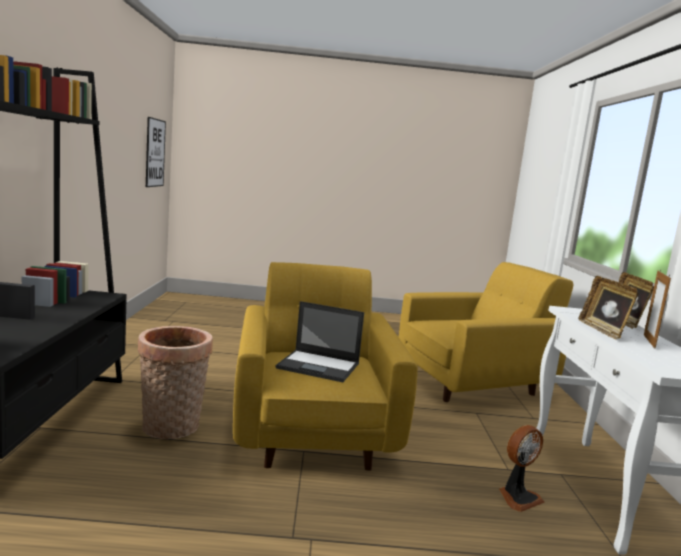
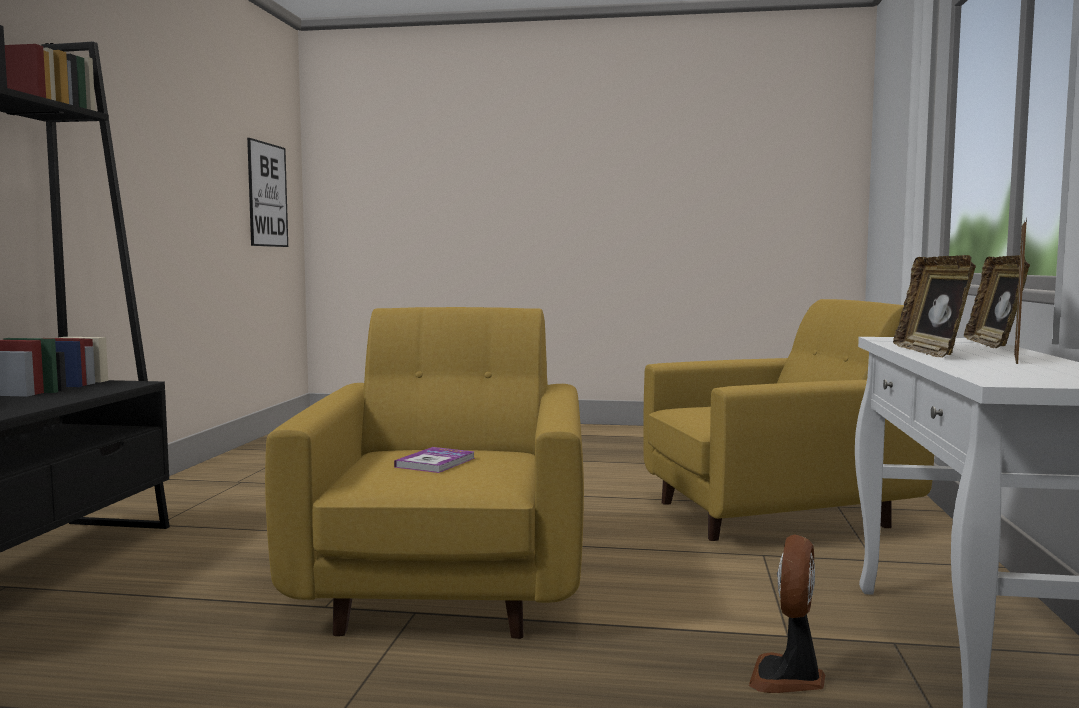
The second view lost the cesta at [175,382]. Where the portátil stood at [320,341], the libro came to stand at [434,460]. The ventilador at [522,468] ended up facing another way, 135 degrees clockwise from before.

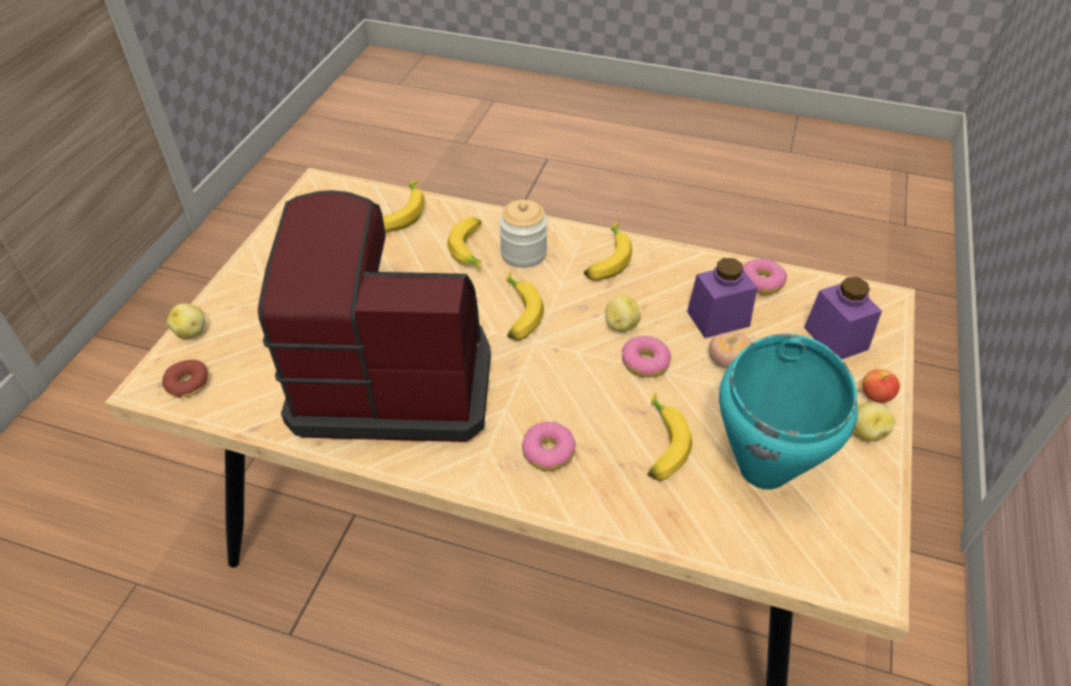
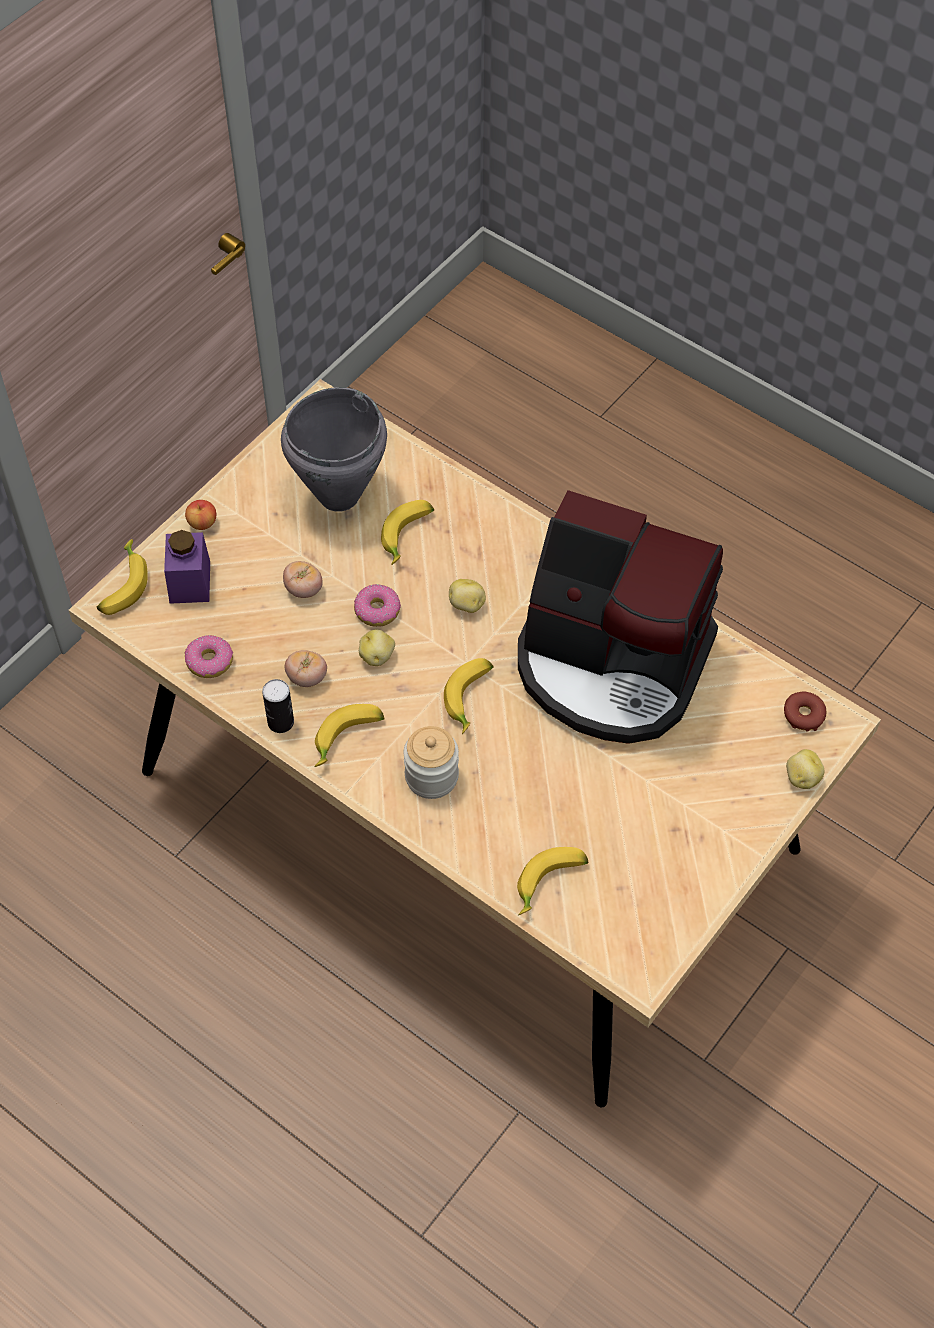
The plátano ended up elsewhere, having gone from [464,243] to [122,577]. The second view lost the rosquilla at [549,446]. The second view lost the tarro/morado at [722,298]. What was the olla/turquesa at [788,411] turned into the olla/gris at [334,449]. The patata ended up elsewhere, having gone from [874,421] to [467,596]. The second view gained the lata at [278,706]. The second view gained the tomate at [305,668].

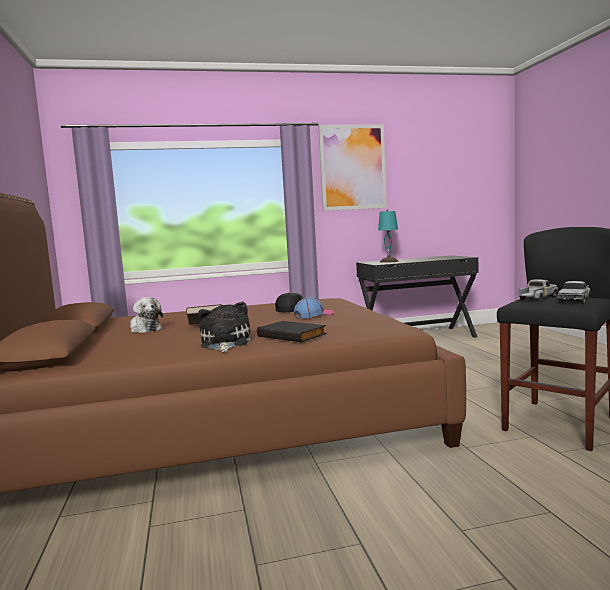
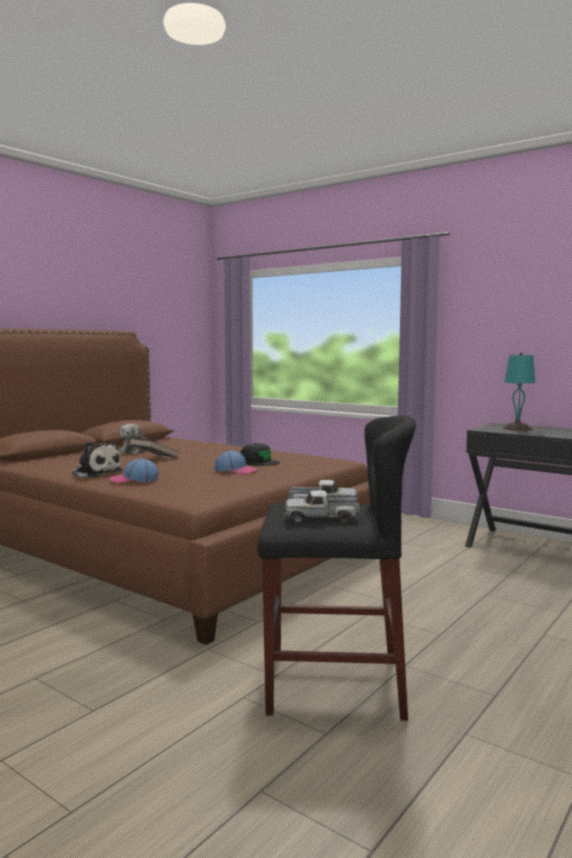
The peluche at [224,327] ended up facing another way, 75 degrees clockwise from before. Where the libro/negro stood at [291,331], the gorra came to stand at [134,470]. The second view lost the cuadro at [352,167].

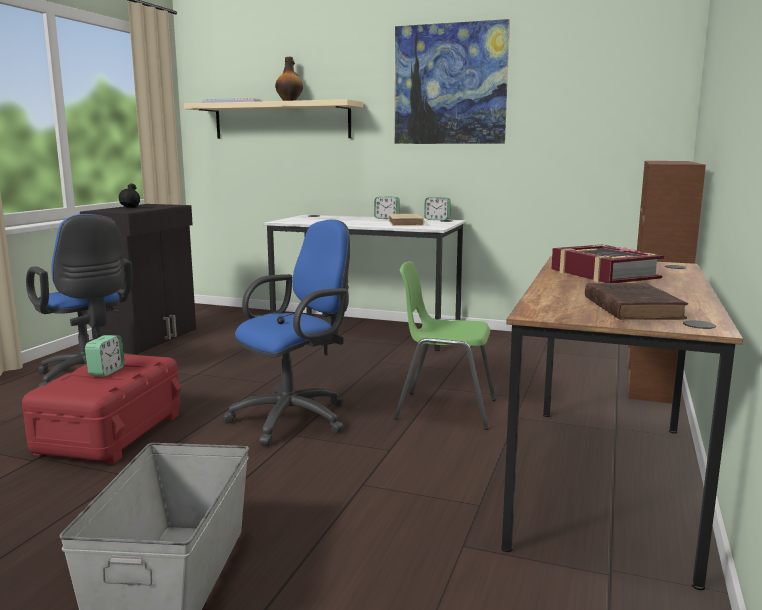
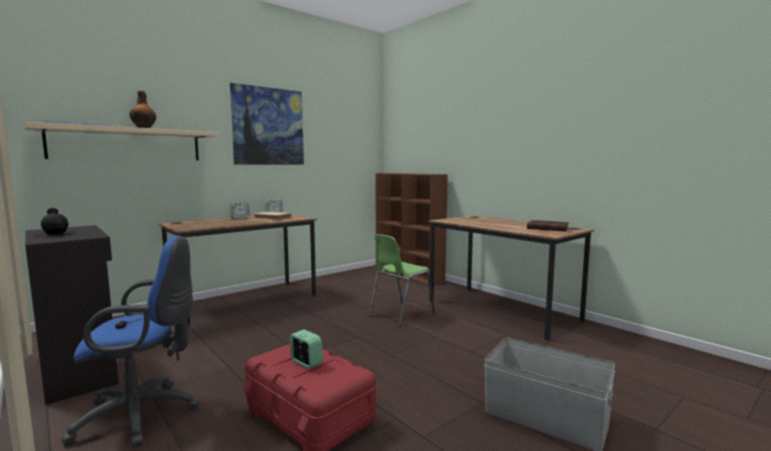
The second view lost the silla de oficina/azul at [286,333]. What was the escritorio/blanco at [364,282] turned into the escritorio/marrón at [238,270]. The second view lost the libro at [607,263].

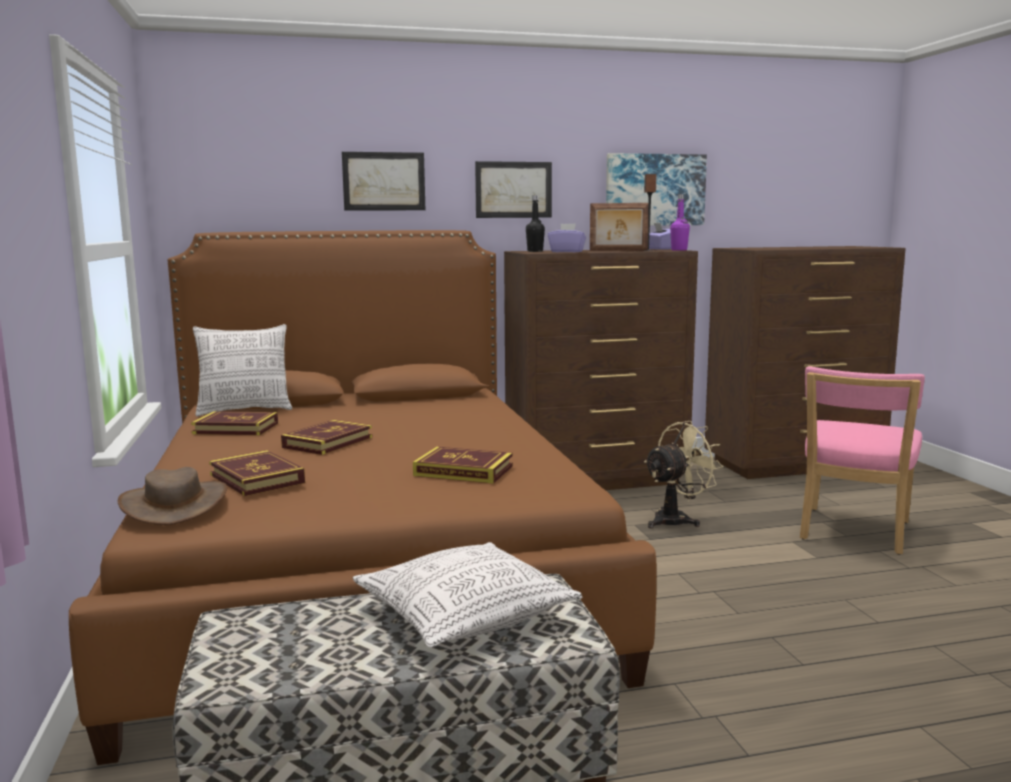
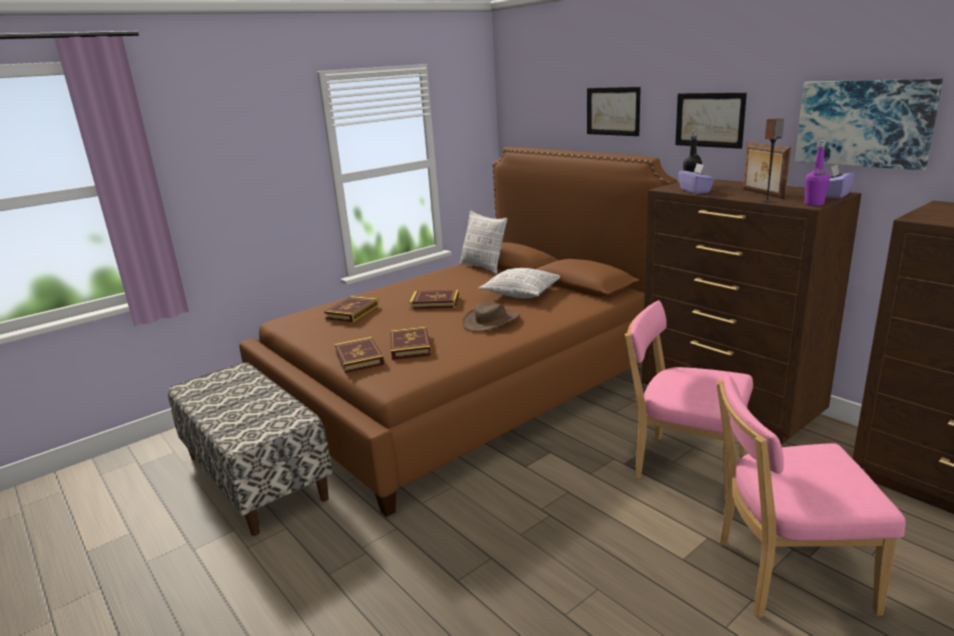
The sombrero/marrón ended up elsewhere, having gone from [172,496] to [491,317]. The libro ended up elsewhere, having gone from [234,423] to [359,355]. The cojín ended up elsewhere, having gone from [467,595] to [519,283]. Where the ventilador/beis stood at [684,474], the silla/rosa came to stand at [689,401].

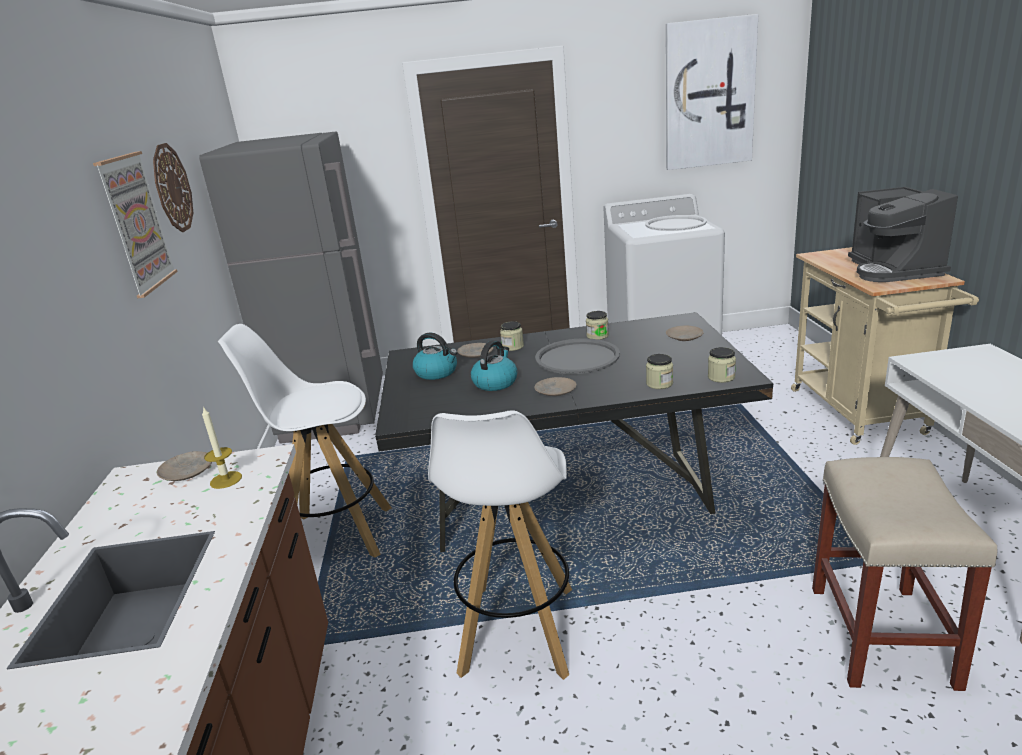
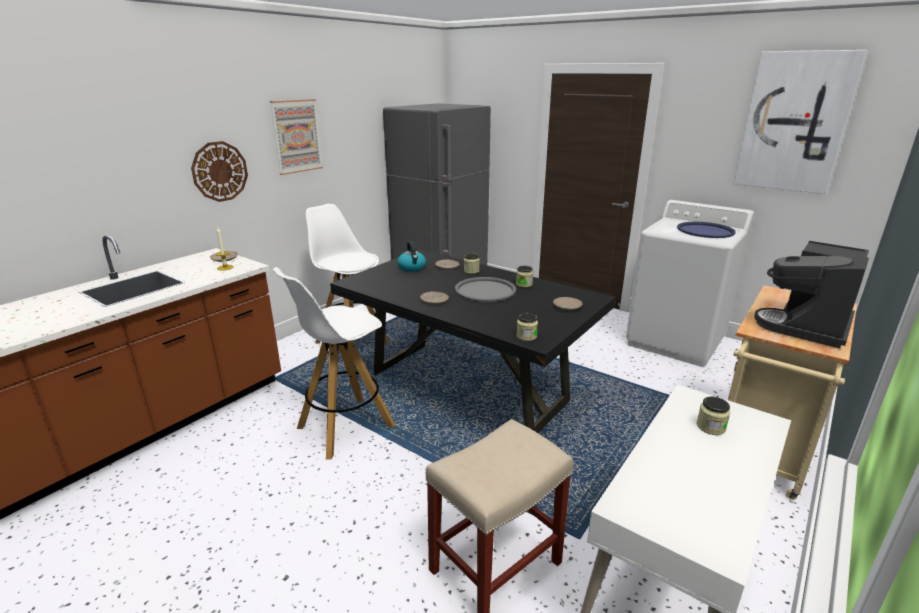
The reloj de pared ended up elsewhere, having gone from [173,187] to [219,171]. The second view lost the hervidor at [494,365]. What was the bandeja/blanco at [676,223] turned into the bandeja/azul at [706,230]. The tarro ended up elsewhere, having gone from [659,371] to [713,415].

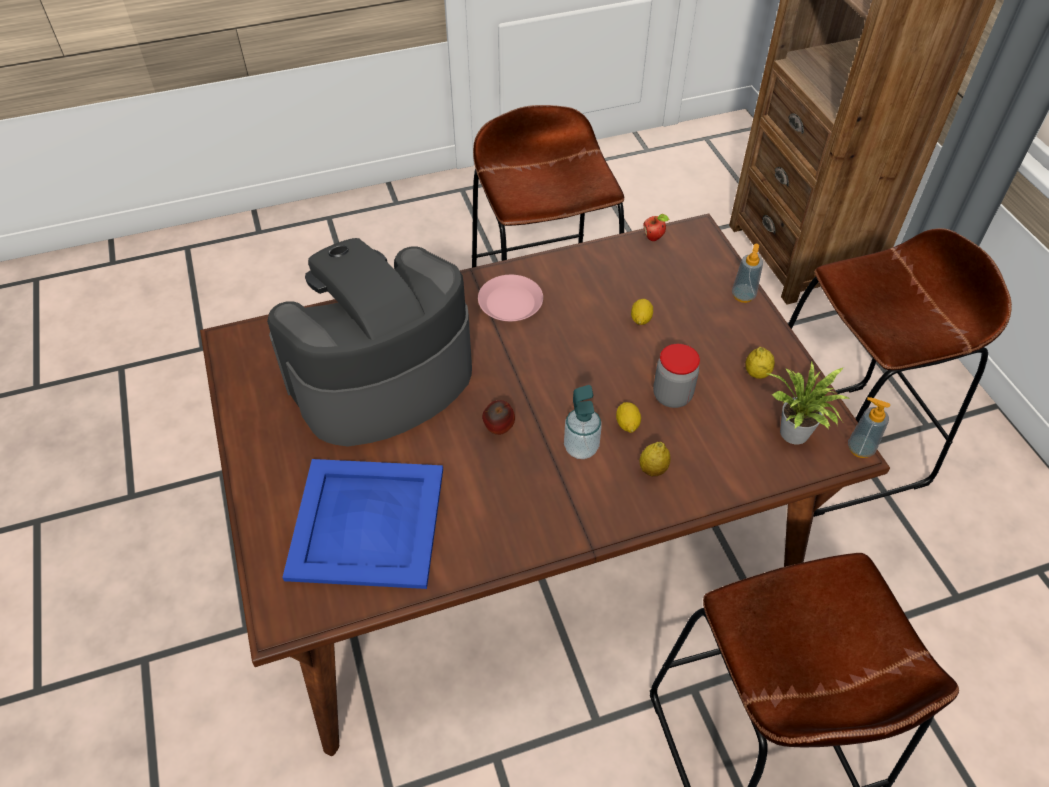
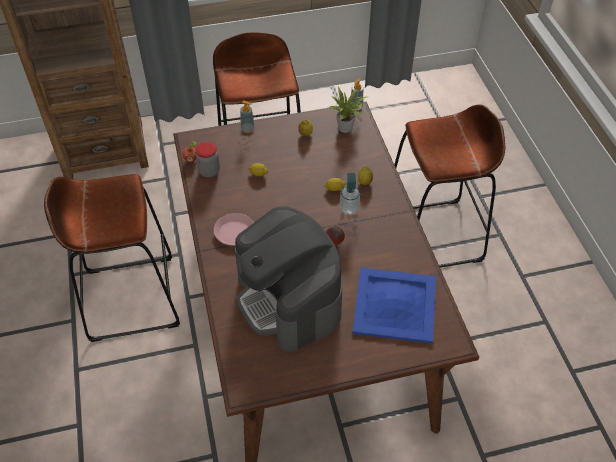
The tarro ended up elsewhere, having gone from [676,376] to [207,159].

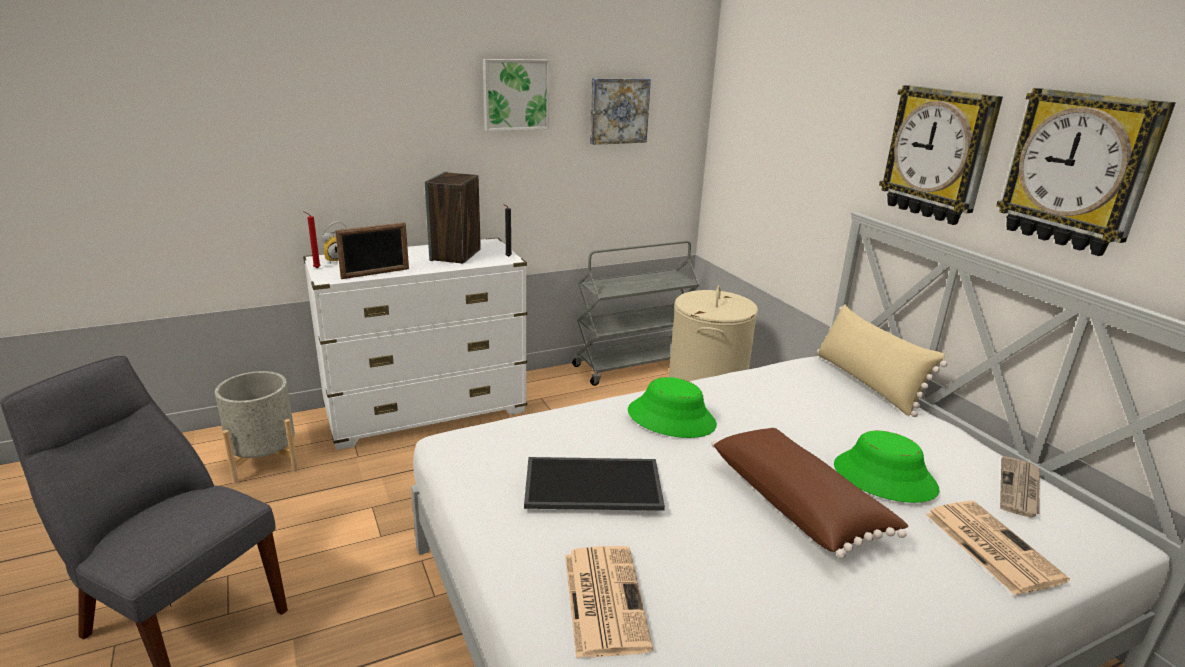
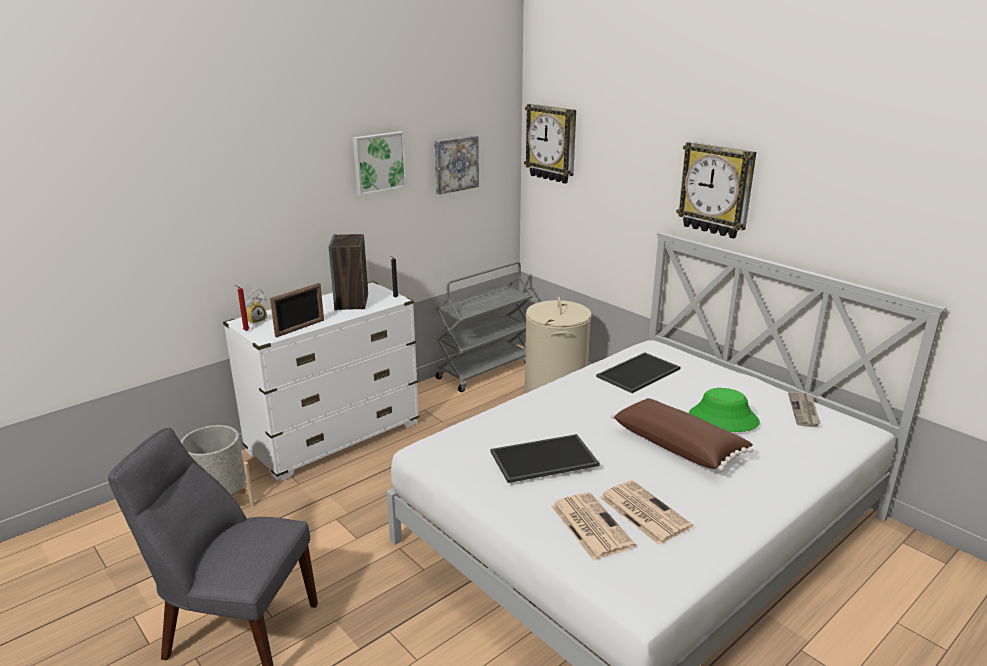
The second view lost the sombrero/verde at [672,407]. The second view lost the cojín/beis at [882,360]. The periódico ended up elsewhere, having gone from [998,548] to [646,512]. The reloj de pared ended up elsewhere, having gone from [1086,172] to [550,144]. The second view gained the bandeja at [638,372].

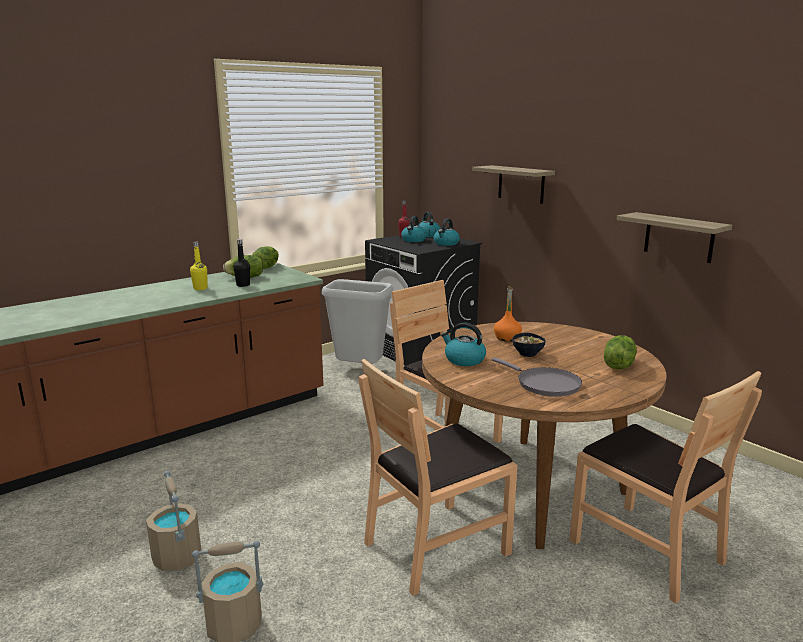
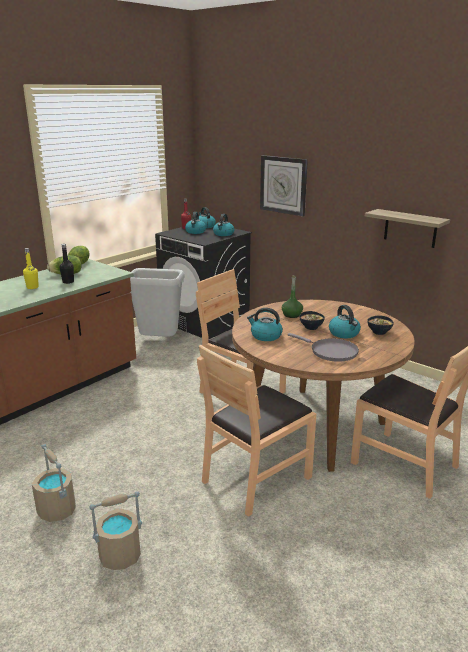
Where the estante hung at [513,184], the reloj de pared came to hang at [284,185]. What was the botella/naranja at [508,314] turned into the botella/verde at [292,297]. Where the lechuga stood at [620,352], the cuenco came to stand at [380,325]. The second view gained the hervidor at [345,321].

